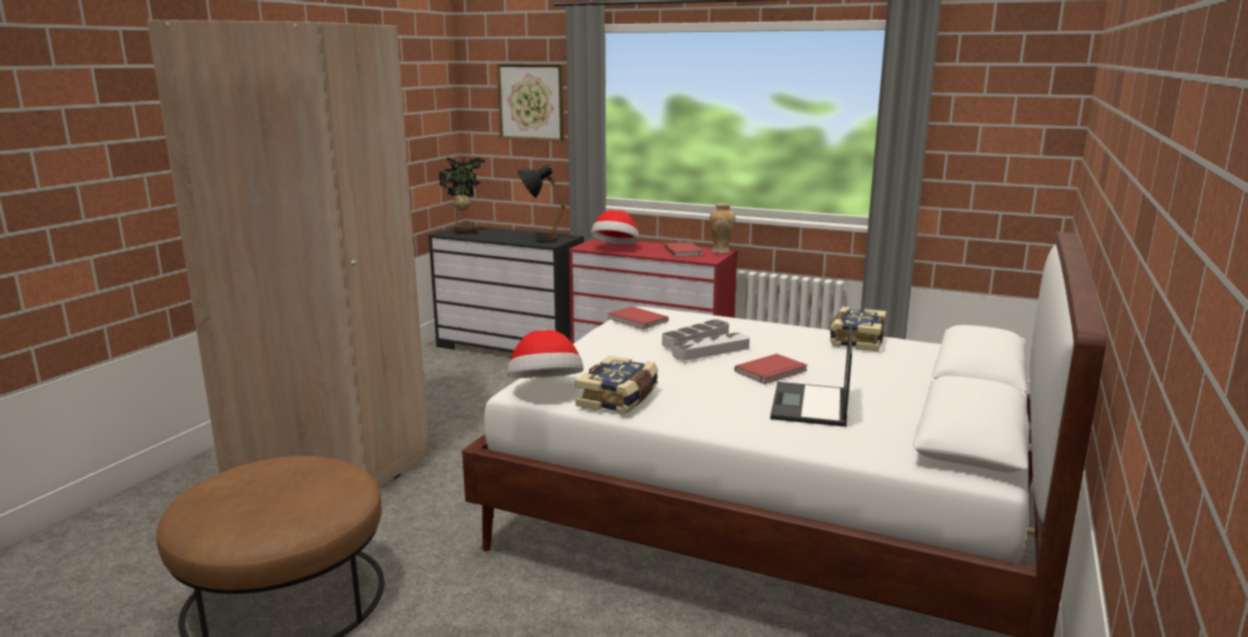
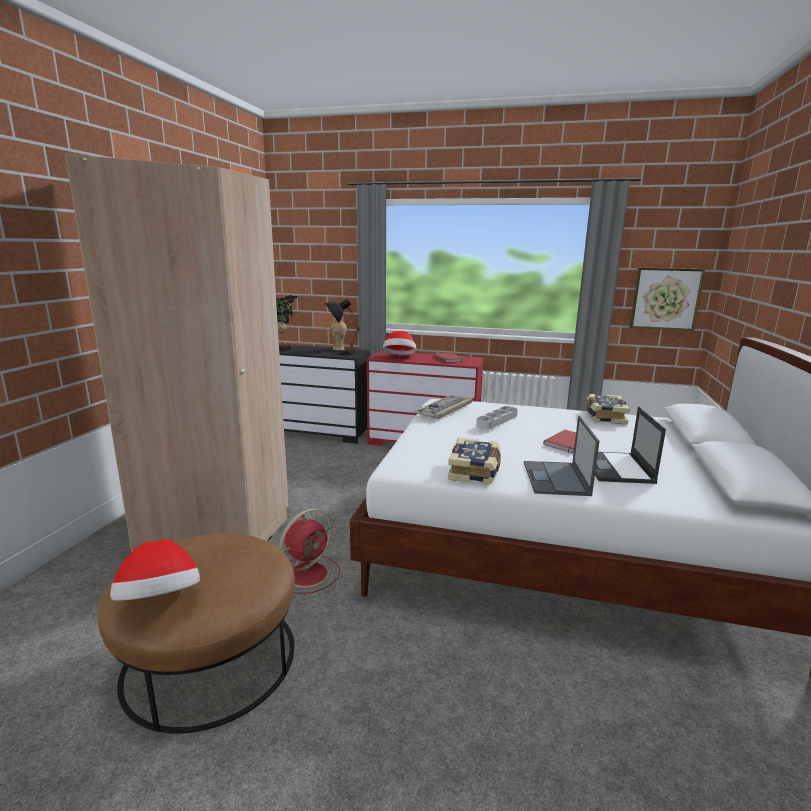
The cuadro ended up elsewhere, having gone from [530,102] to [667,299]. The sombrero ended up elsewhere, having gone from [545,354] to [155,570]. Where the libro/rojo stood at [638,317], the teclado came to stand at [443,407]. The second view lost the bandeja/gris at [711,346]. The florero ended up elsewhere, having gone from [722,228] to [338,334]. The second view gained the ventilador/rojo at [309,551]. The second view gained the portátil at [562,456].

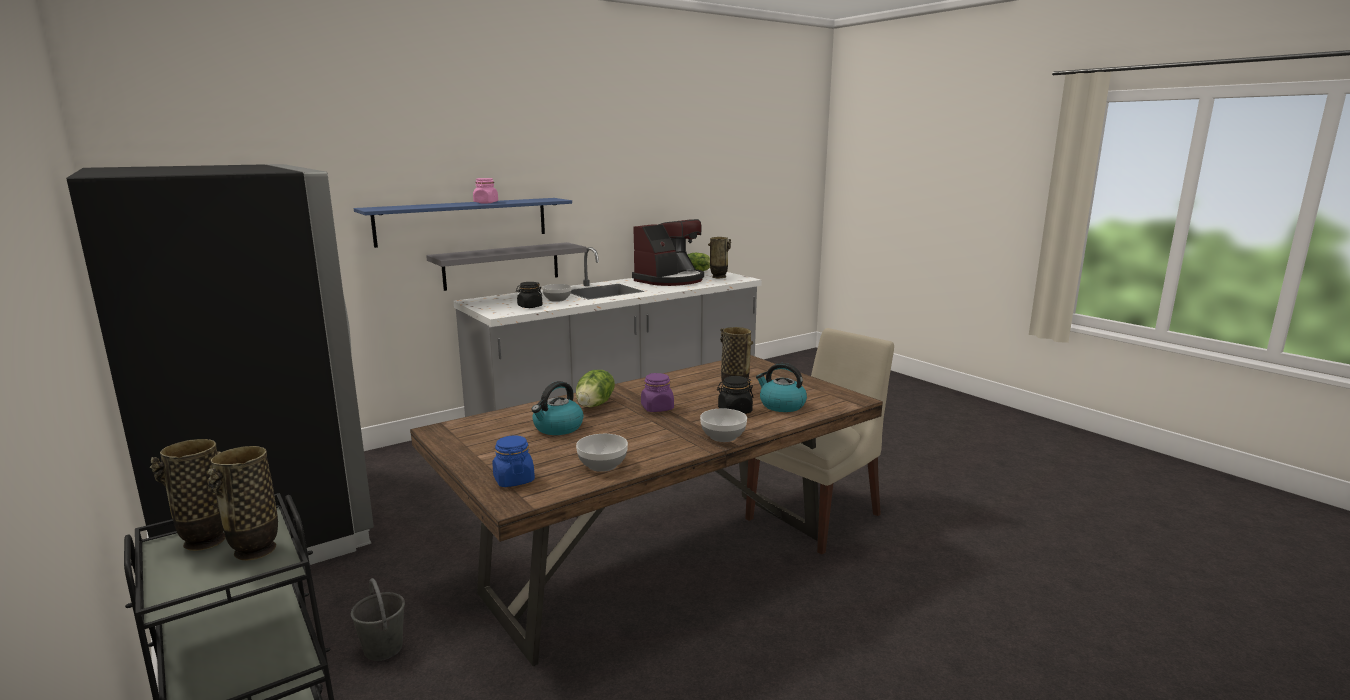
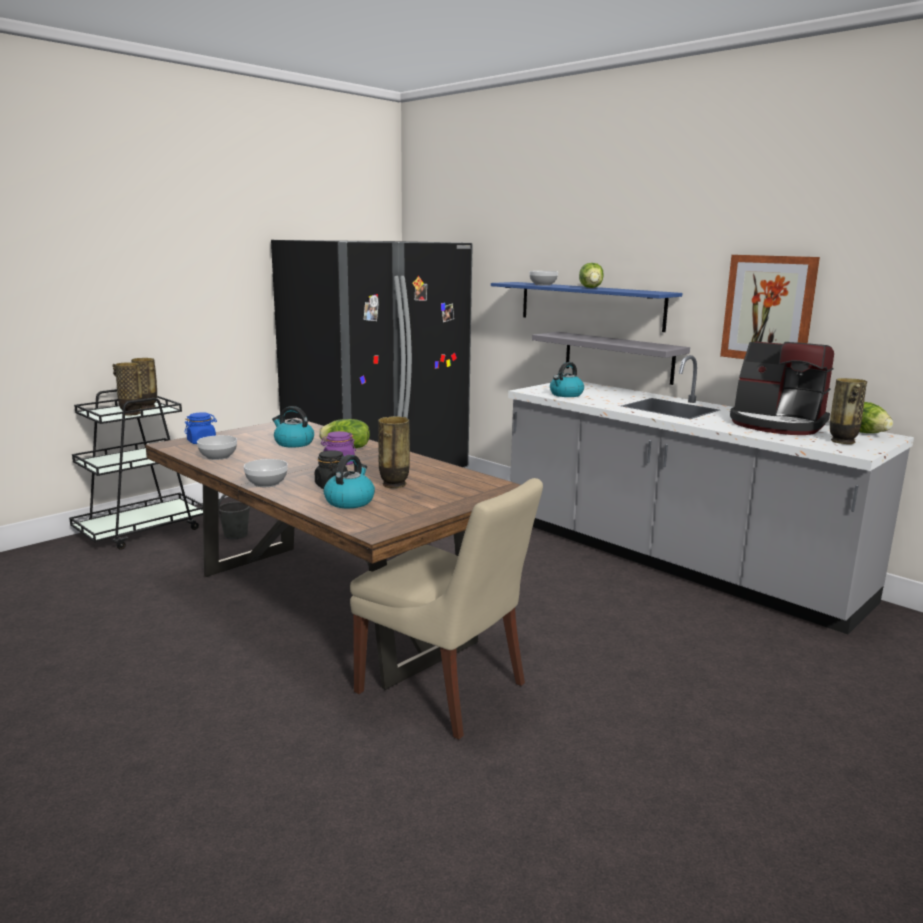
Where the tarro/rosa stood at [485,190], the lechuga came to stand at [591,275]. Where the tarro/negro stood at [529,295], the hervidor came to stand at [567,379]. The cuenco ended up elsewhere, having gone from [557,293] to [543,278]. The second view gained the cuadro at [770,307].

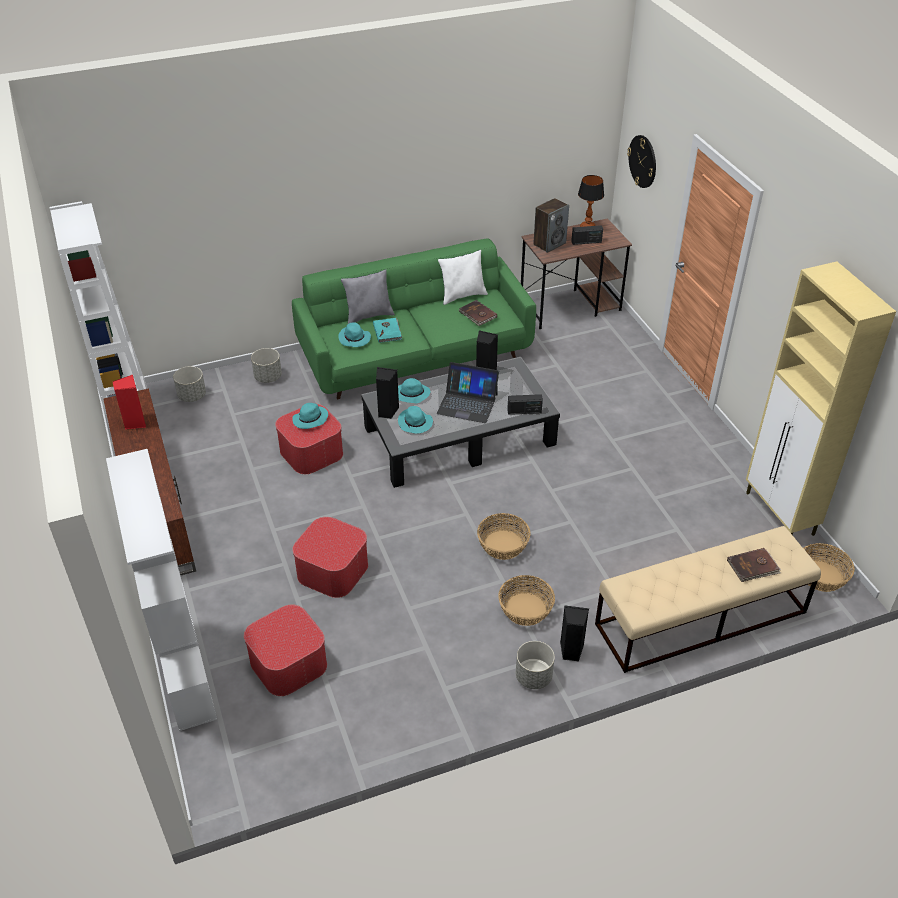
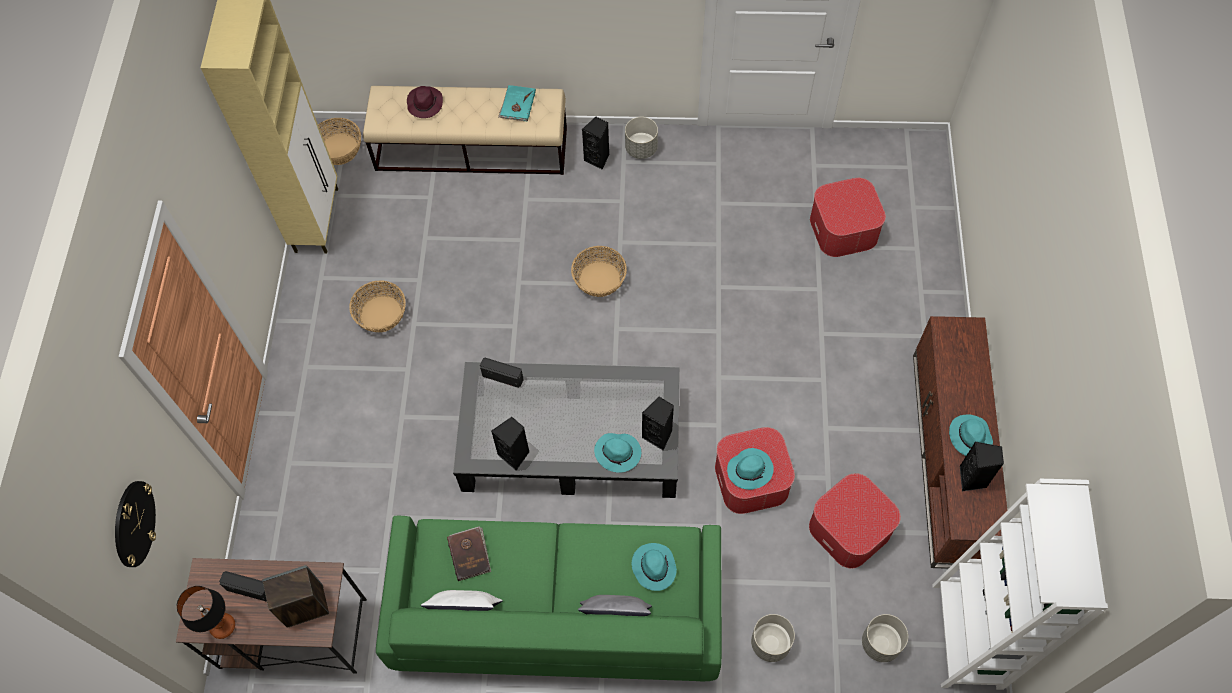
The second view lost the estantería/blanco at [161,590]. What was the altavoz/rojo at [129,402] turned into the altavoz/negro at [981,466]. The puf ended up elsewhere, having gone from [330,557] to [855,520]. The libro/turquesa ended up elsewhere, having gone from [387,330] to [517,103]. The sombrero/turquesa ended up elsewhere, having gone from [415,420] to [971,435]. The second view lost the portátil at [468,392]. The cesta ended up elsewhere, having gone from [526,600] to [377,306]. Where the libro/marrón stood at [754,565], the sombrero/morado came to stand at [425,102].

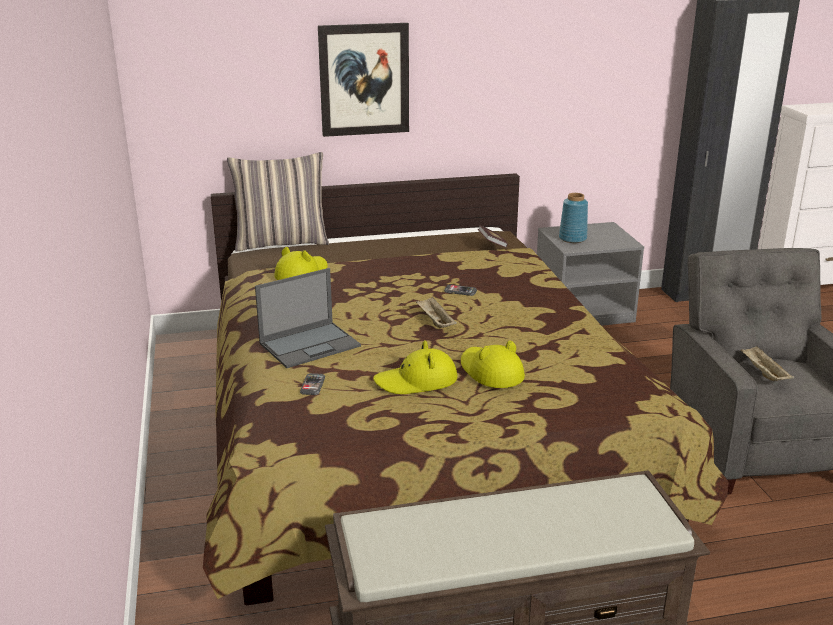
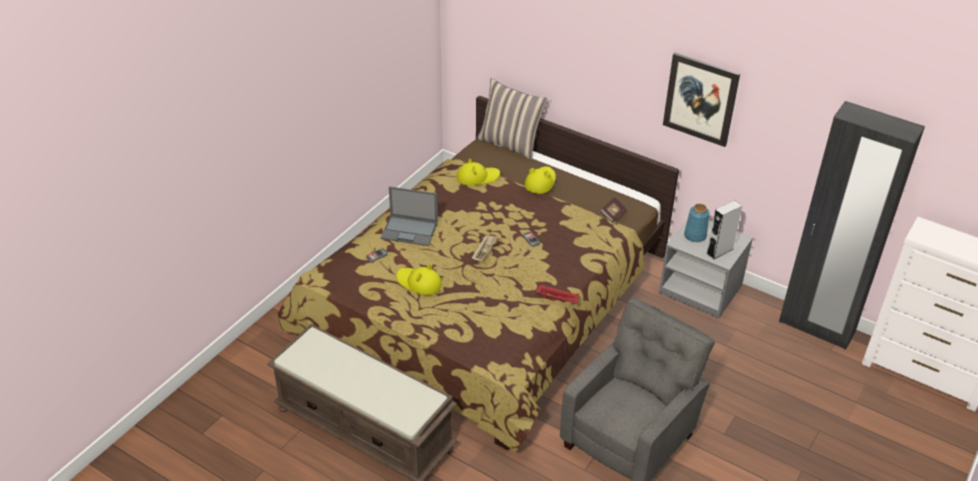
The cuadro ended up elsewhere, having gone from [363,80] to [701,100]. The sombrero/amarillo ended up elsewhere, having gone from [493,364] to [540,180]. The second view lost the bandeja/beis at [767,363]. The second view gained the bandeja/rojo at [557,294]. The second view gained the altavoz/gris at [724,229].

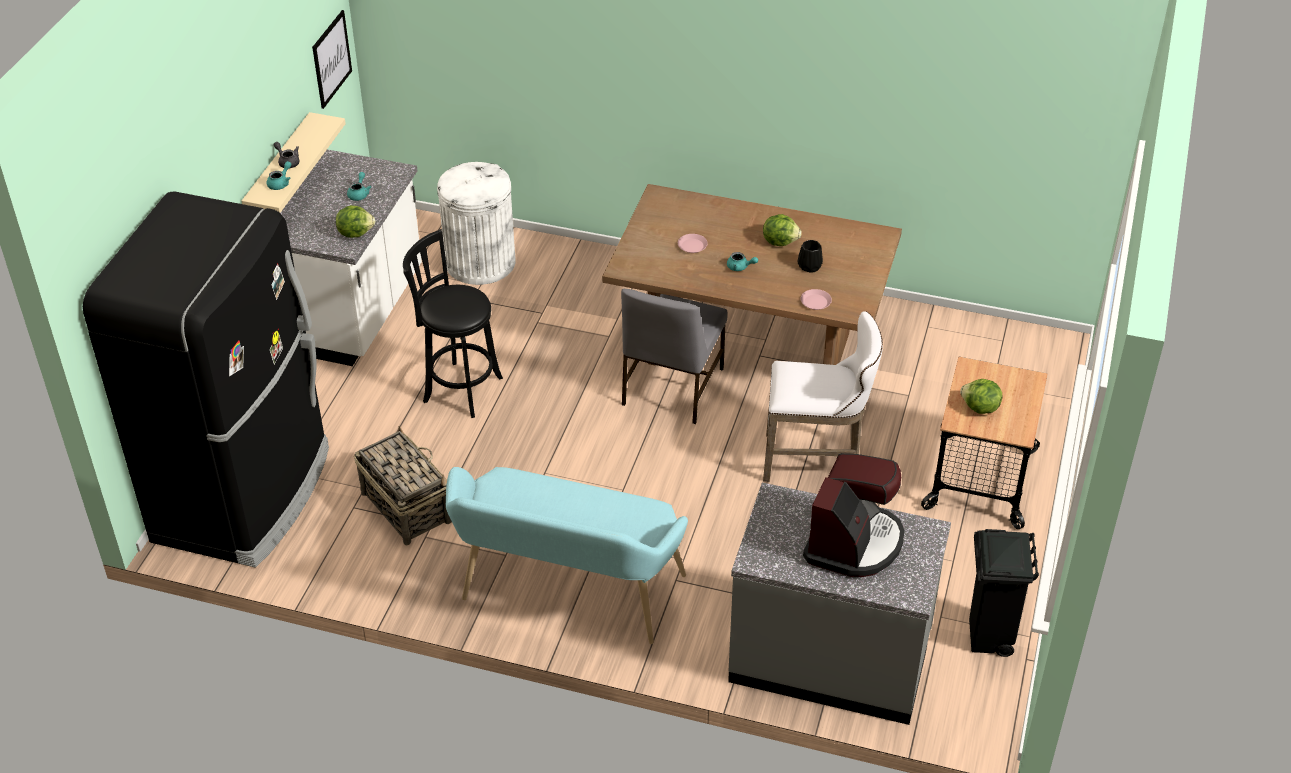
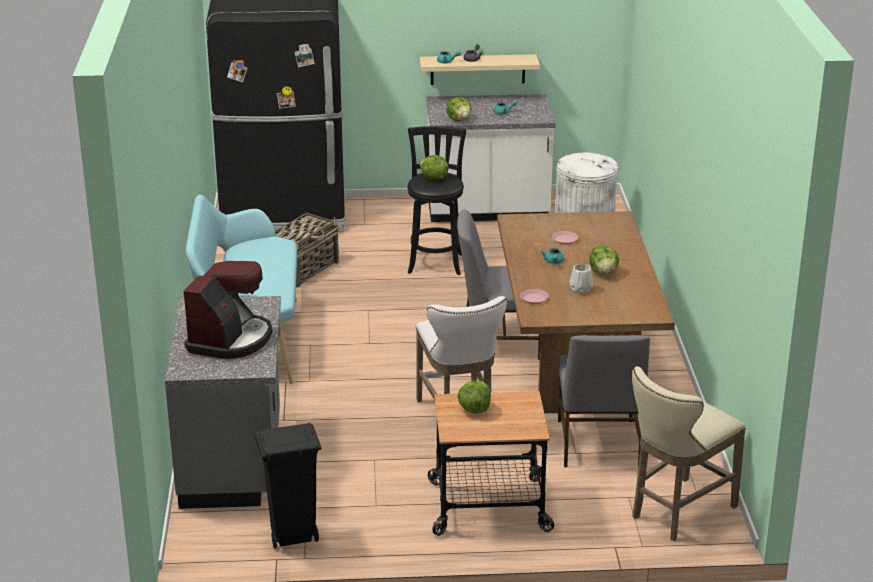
The second view lost the cuadro at [332,59]. What was the florero/negro at [810,256] turned into the florero/blanco at [581,279]. The cafetera at [853,515] ended up facing another way, 75 degrees counterclockwise from before. The second view gained the lechuga at [434,167]. The second view gained the silla/gris at [604,401]. The second view gained the taburete/beis at [689,453].

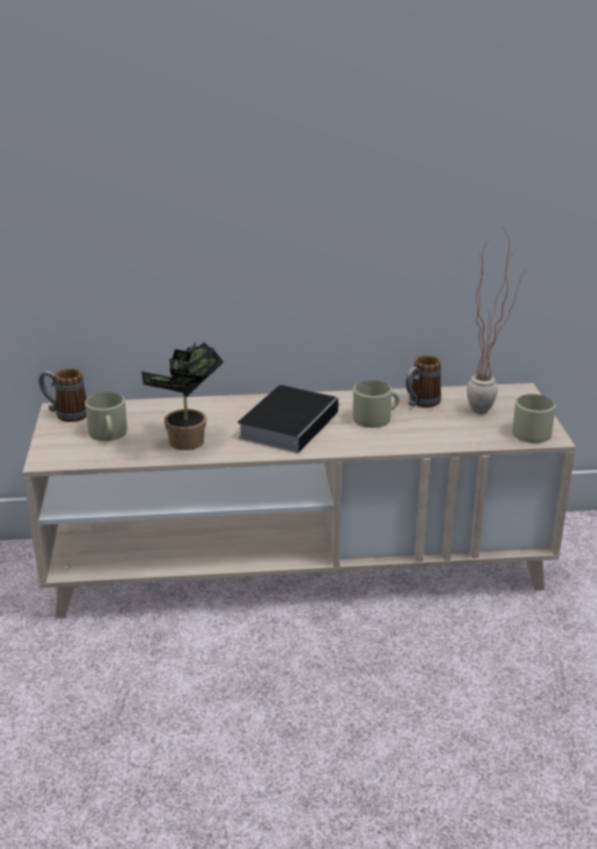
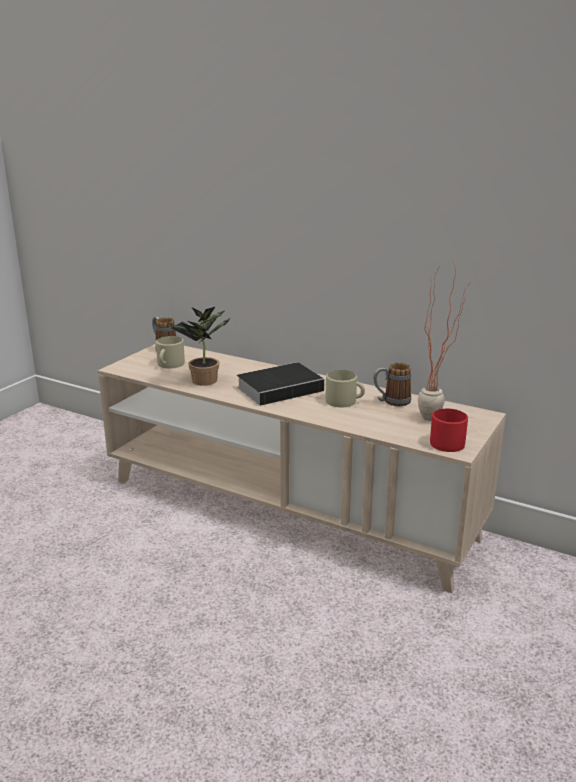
What was the taza grande/beis at [534,418] turned into the taza grande/rojo at [449,430].

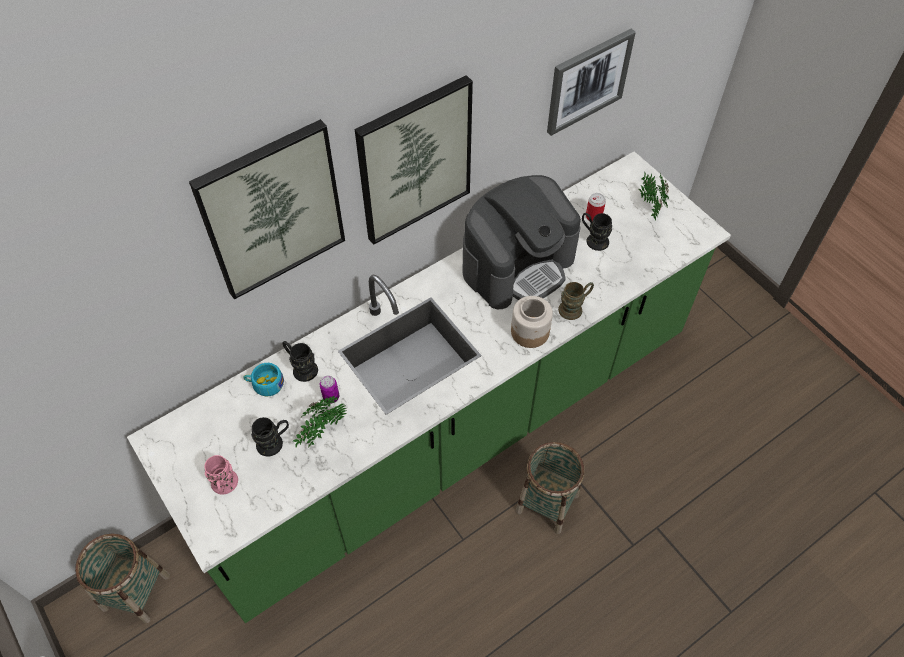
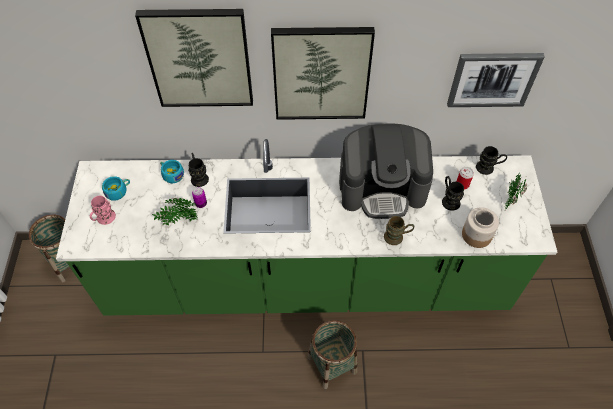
The taza grande/negro ended up elsewhere, having gone from [270,437] to [491,160]. The tarro ended up elsewhere, having gone from [532,322] to [480,227]. The second view gained the taza/turquesa at [116,188].

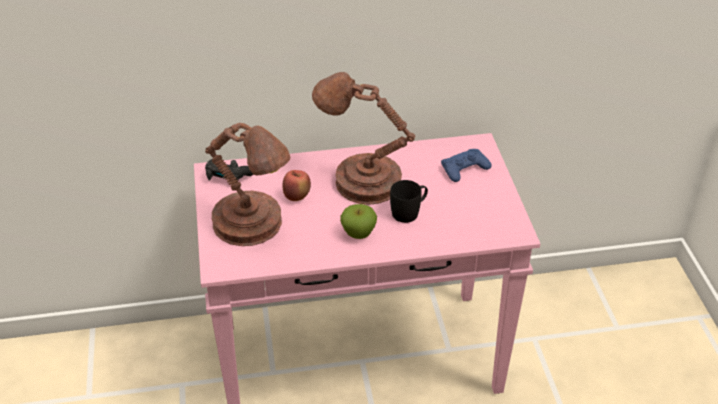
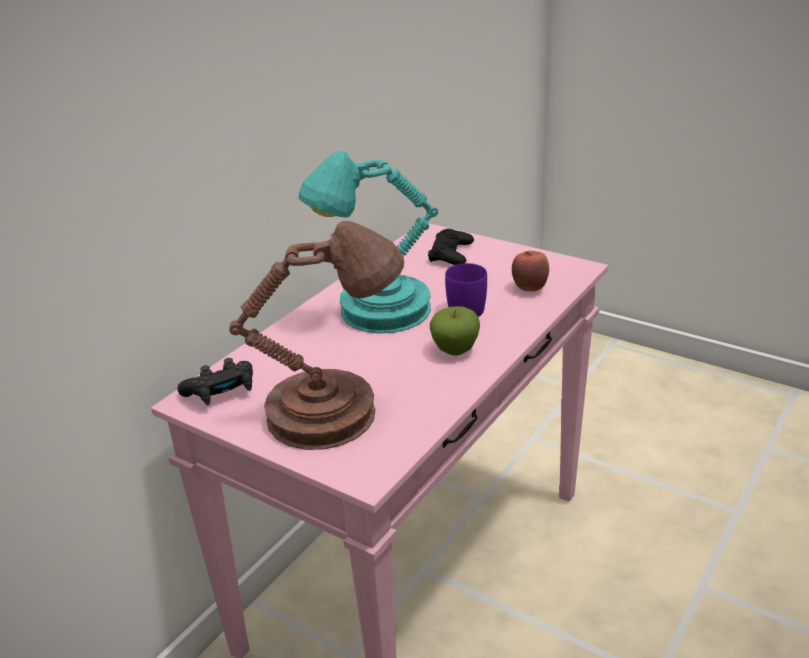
The manzana ended up elsewhere, having gone from [296,185] to [530,271]. What was the lámpara de mesa/marrón at [363,138] turned into the lámpara de mesa/turquesa at [368,242]. What was the taza grande/negro at [409,201] turned into the taza grande/morado at [466,290]. What was the mando de consola/azul at [466,165] turned into the mando de consola/negro at [451,247].

